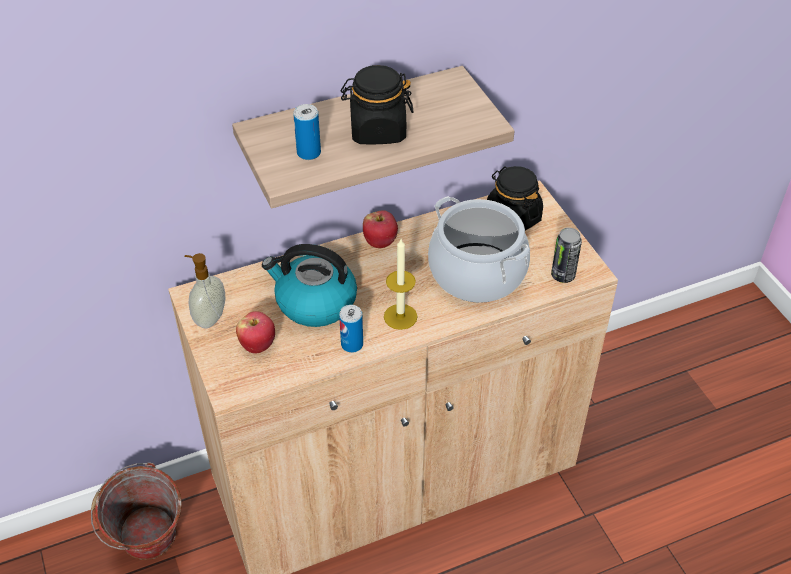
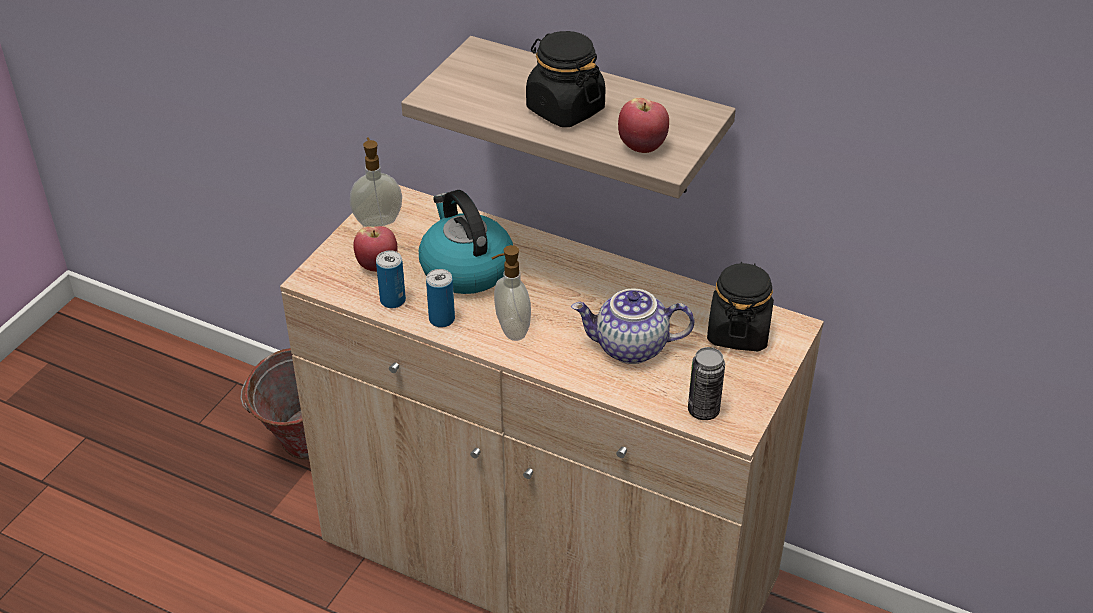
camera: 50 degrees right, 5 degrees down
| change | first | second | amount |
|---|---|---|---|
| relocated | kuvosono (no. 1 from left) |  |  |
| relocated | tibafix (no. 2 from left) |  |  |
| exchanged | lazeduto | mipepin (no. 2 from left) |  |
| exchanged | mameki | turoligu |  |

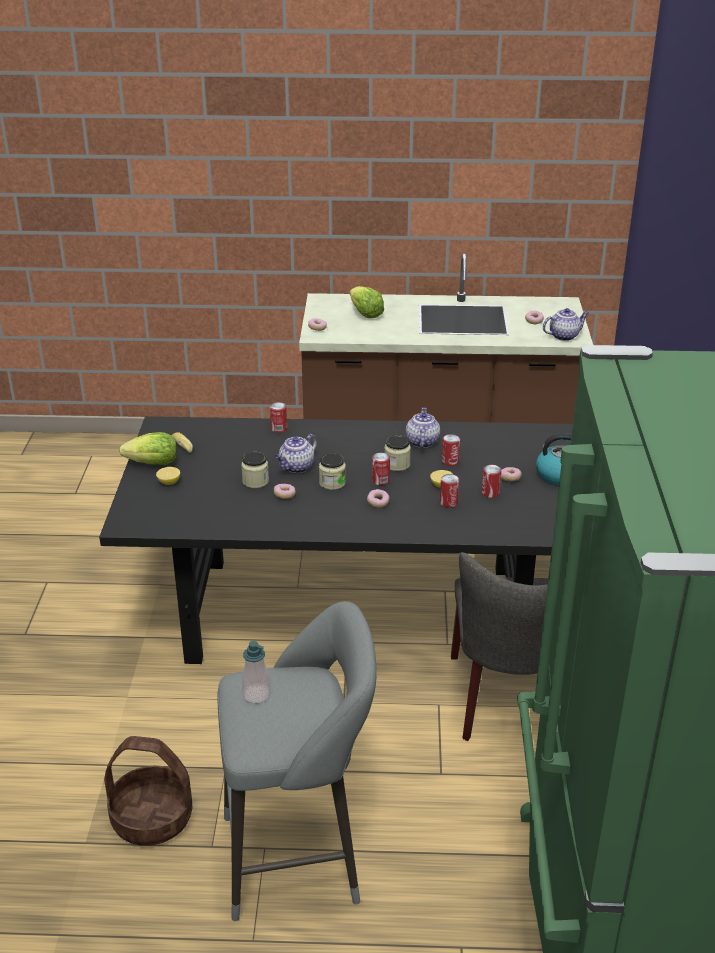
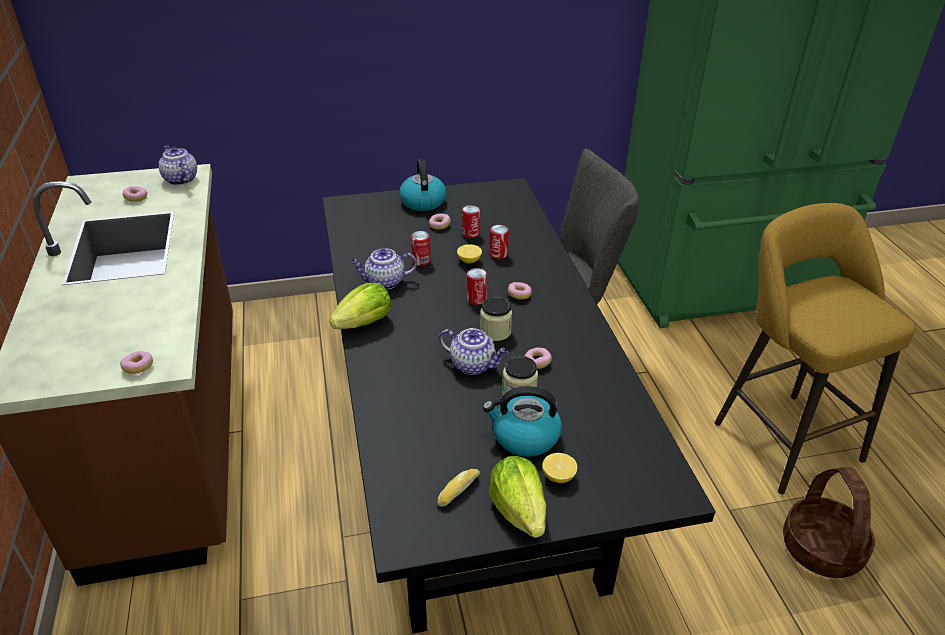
camera: 105 degrees left, 5 degrees up
| change | first | second | amount |
|---|---|---|---|
| missing | mipepin |  |  |
| missing | kuvosono (no. 1 from left) |  |  |
| missing | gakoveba (no. 3 from left) |  |  |
| appeared |  | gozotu (no. 2 from left) |  |
| relocated | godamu (no. 2 from left in the first image) | godamu (no. 1 from left) |  |
| colour | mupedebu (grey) | mupedebu (yellow) |  |

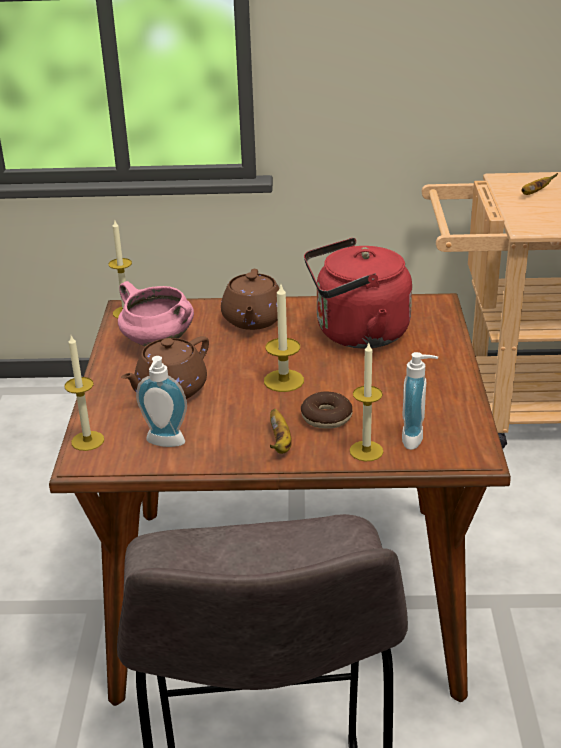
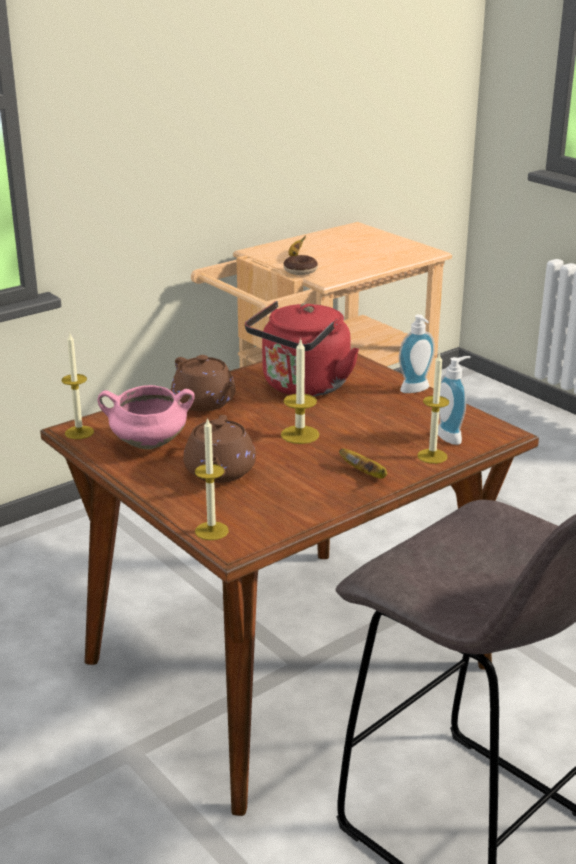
camera: 40 degrees left, 5 degrees down
| change | first | second | amount |
|---|---|---|---|
| relocated | mipepin (no. 1 from left) |  |  |
| relocated | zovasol |  |  |

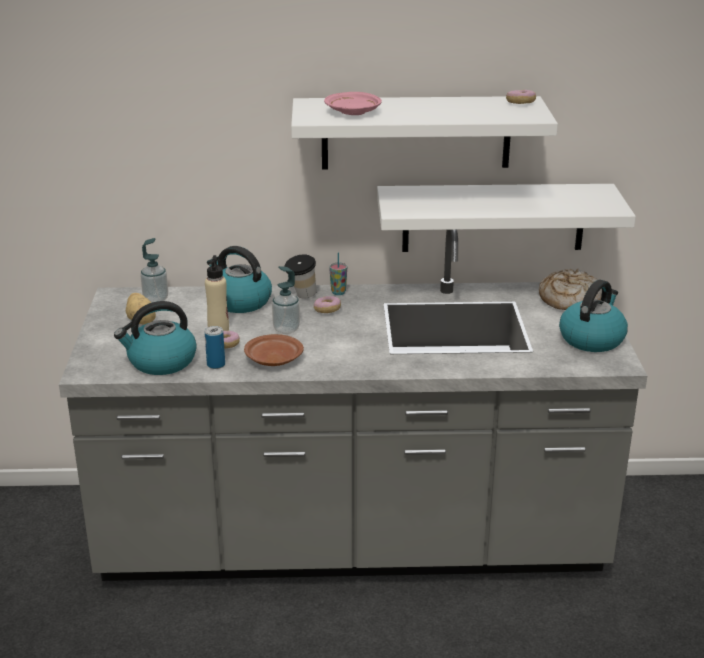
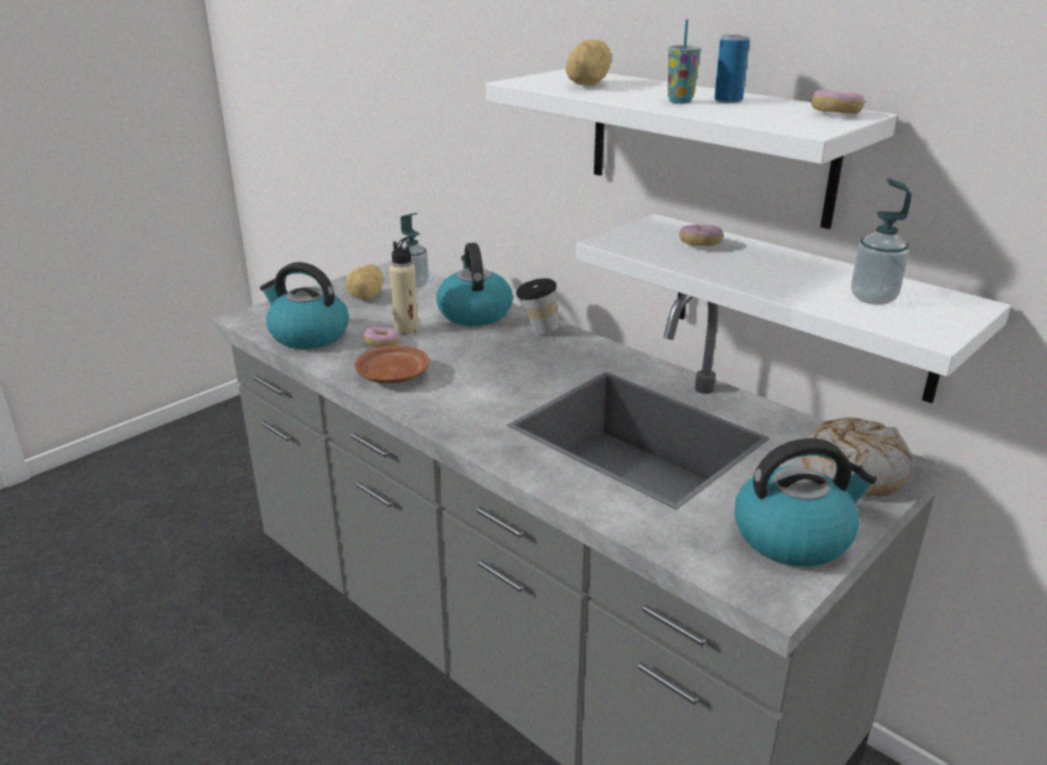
camera: 45 degrees right, 0 degrees up
| change | first | second | amount |
|---|---|---|---|
| relocated | kuvosono |  |  |
| relocated | mipepin (no. 2 from left) |  |  |
| relocated | zovasol (no. 2 from left) |  |  |
| relocated | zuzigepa (no. 2 from left) |  |  |
| exchanged | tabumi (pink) | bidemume (no. 2 from left) |  |

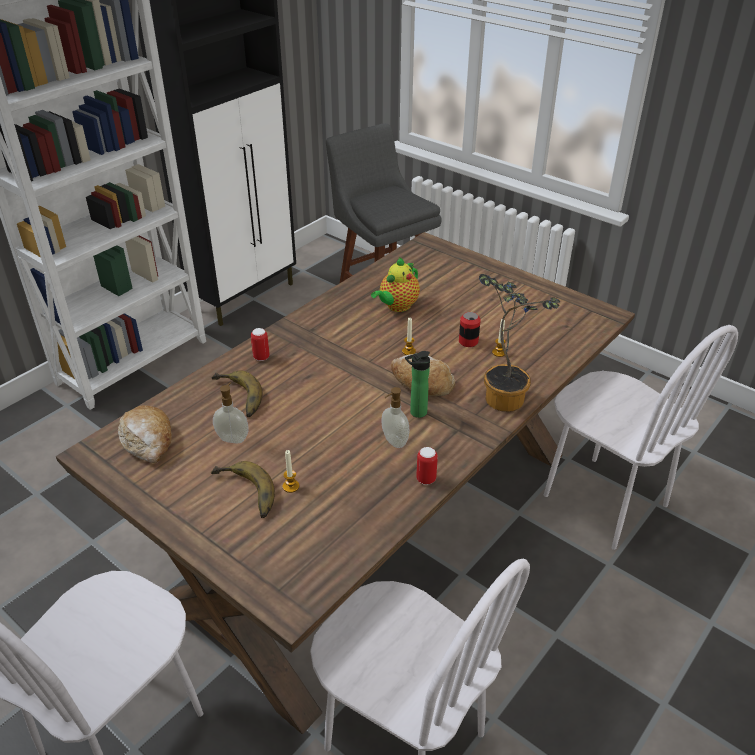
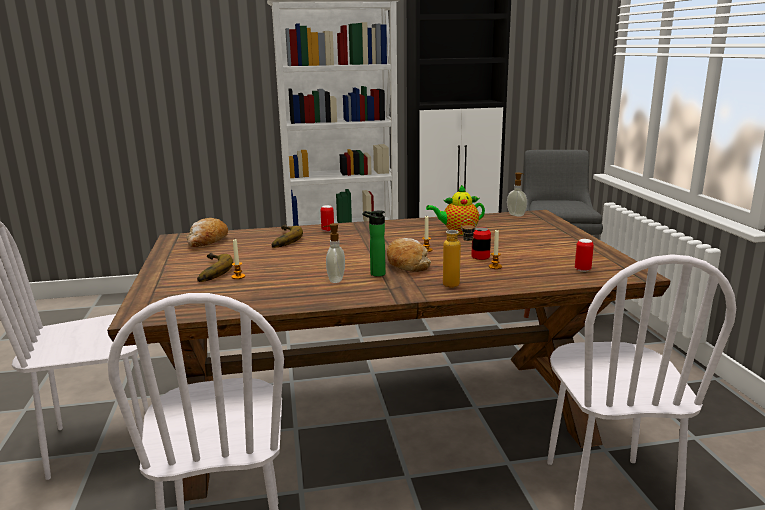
camera: 40 degrees right, 20 degrees down
| change | first | second | amount |
|---|---|---|---|
| relocated | mipepin (no. 1 from left in the first image) | mipepin (no. 2 from left) |  |
| relocated | kuvosono (no. 2 from left in the first image) | kuvosono (no. 3 from left) |  |
| exchanged | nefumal | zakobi (no. 2 from left) |  |

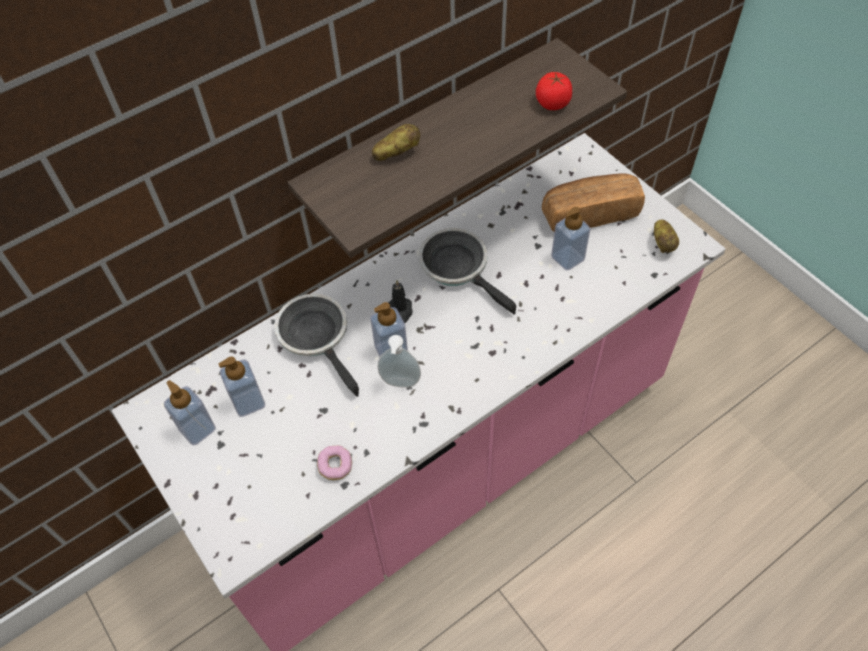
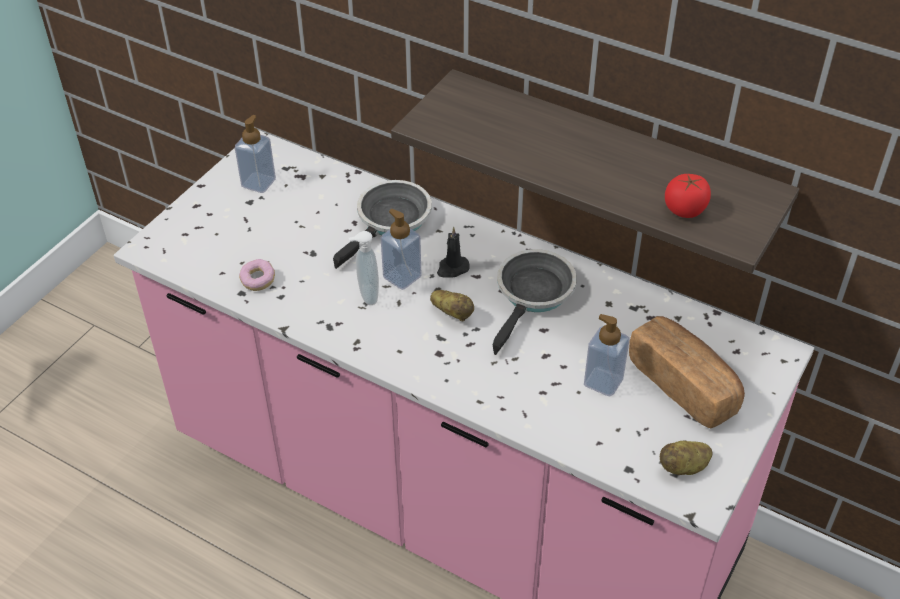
camera: 65 degrees right, 10 degrees down
| change | first | second | amount |
|---|---|---|---|
| missing | mipepin (no. 2 from left) |  |  |
| relocated | bidemume (no. 1 from left) |  |  |

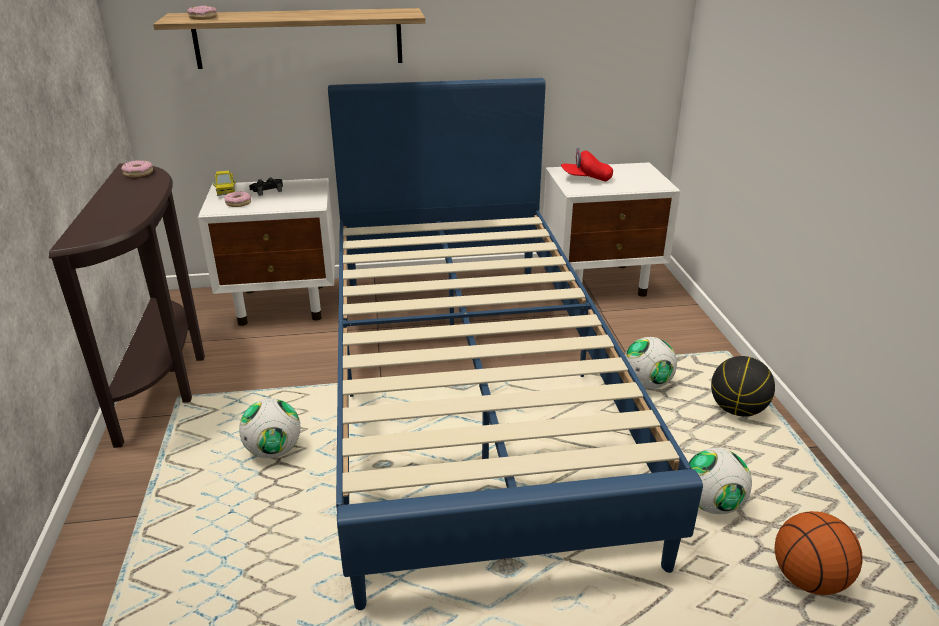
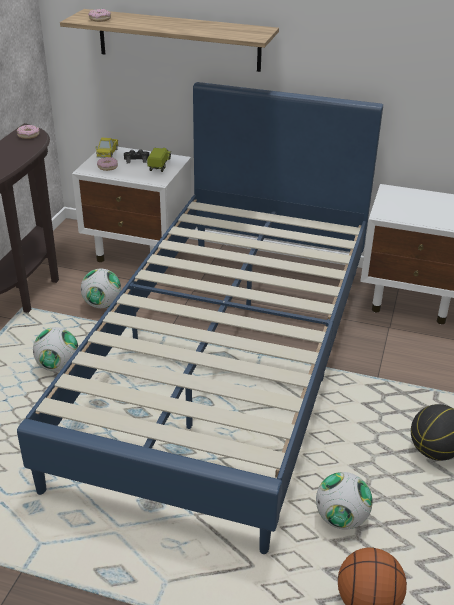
camera: 25 degrees right, 5 degrees up
| change | first | second | amount |
|---|---|---|---|
| missing | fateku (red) |  |  |
| appeared |  | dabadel (no. 2 from left) |  |
| relocated | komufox (no. 2 from left) |  |  |

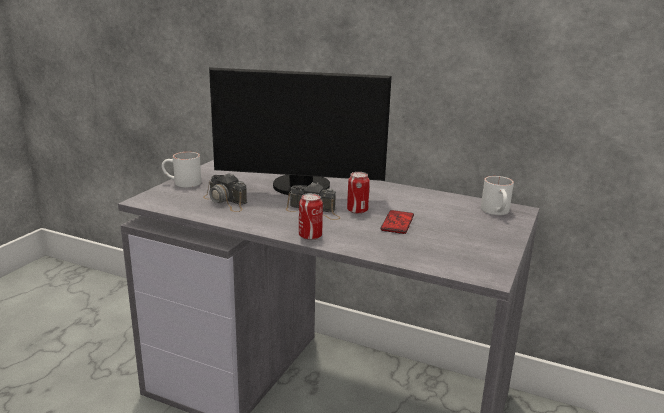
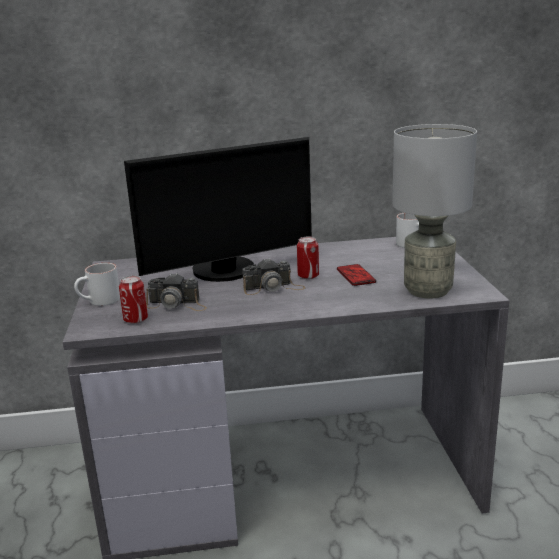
camera: 30 degrees left, 0 degrees up
| change | first | second | amount |
|---|---|---|---|
| appeared |  | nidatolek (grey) |  |
| relocated | kuvosono (no. 1 from left) |  |  |

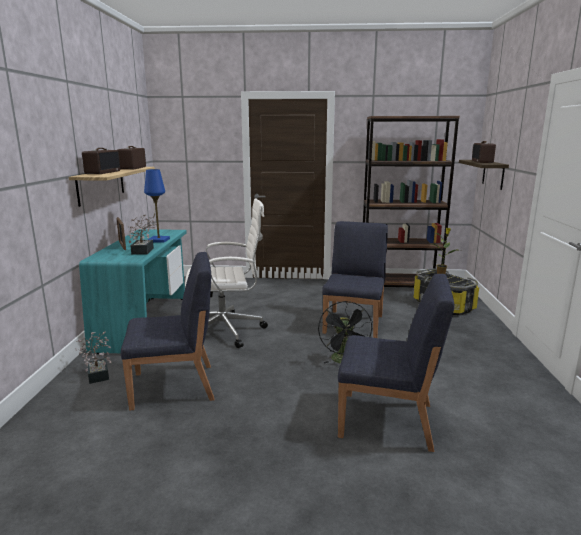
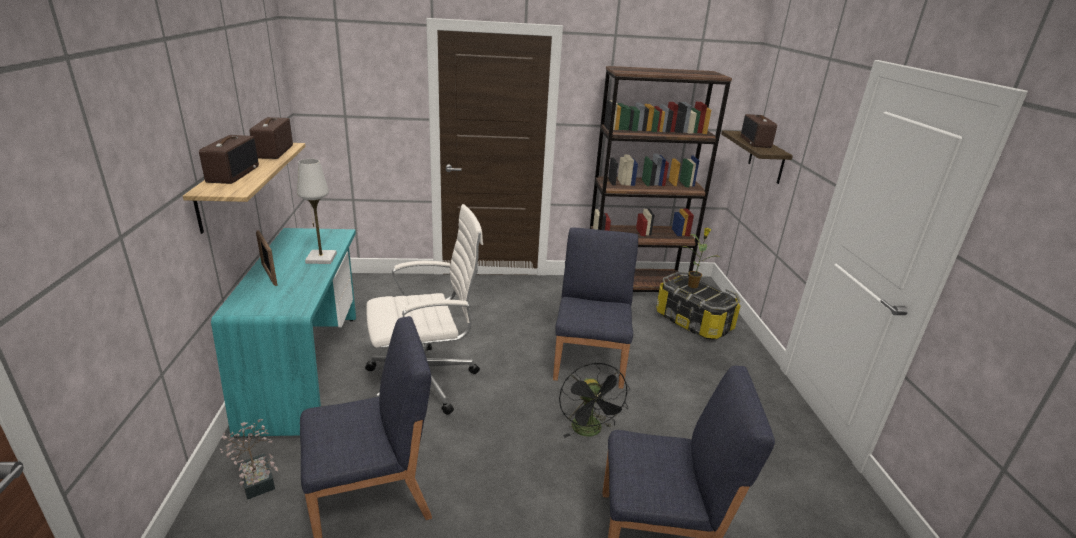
camera: 10 degrees left, 10 degrees up
| change | first | second | amount |
|---|---|---|---|
| missing | nefumal (no. 2 from left) |  |  |
| colour | nidatolek (blue) | nidatolek (white) |  |

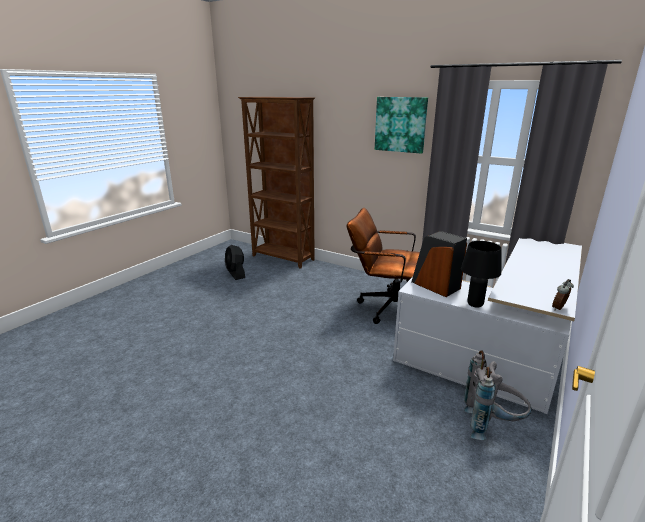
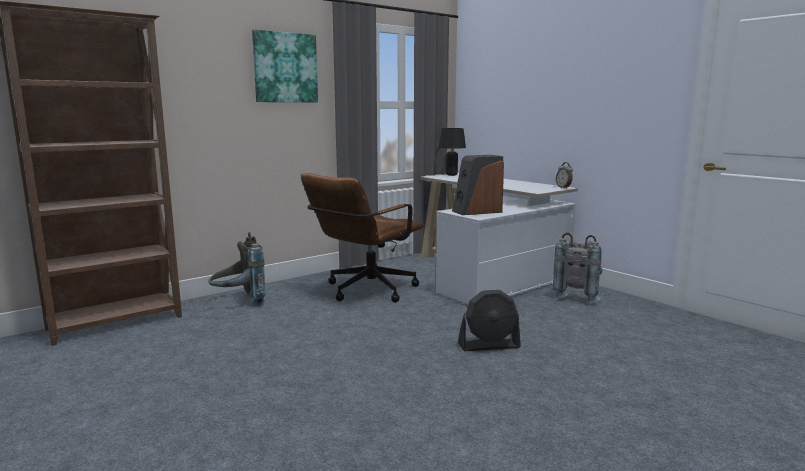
camera: 70 degrees left, 10 degrees down
| change | first | second | amount |
|---|---|---|---|
| appeared |  | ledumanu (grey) (no. 1 from left) |  |
| relocated | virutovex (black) |  |  |
| relocated | nidatolek (black) |  |  |

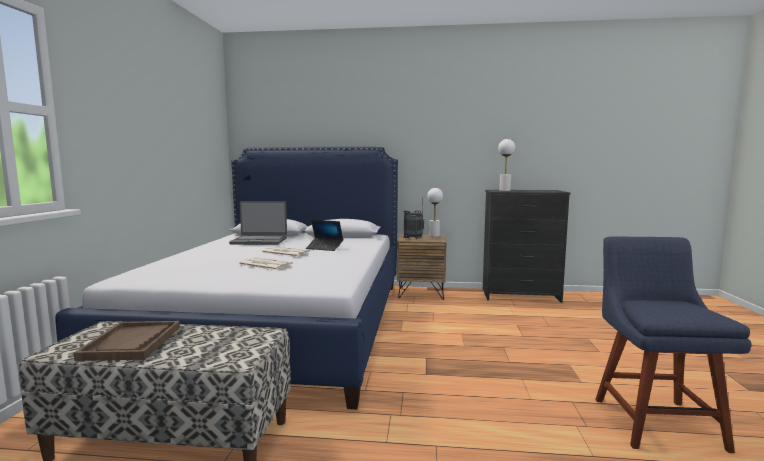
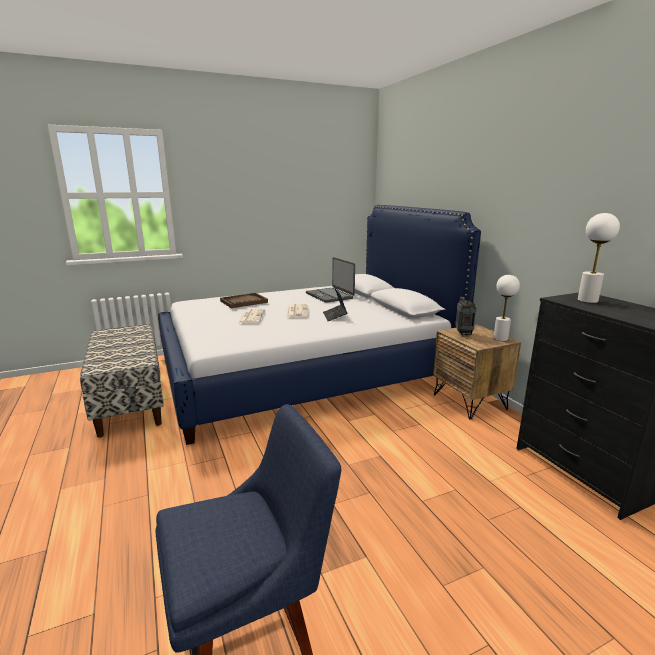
camera: 60 degrees right, 10 degrees up
| change | first | second | amount |
|---|---|---|---|
| relocated | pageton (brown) |  |  |

